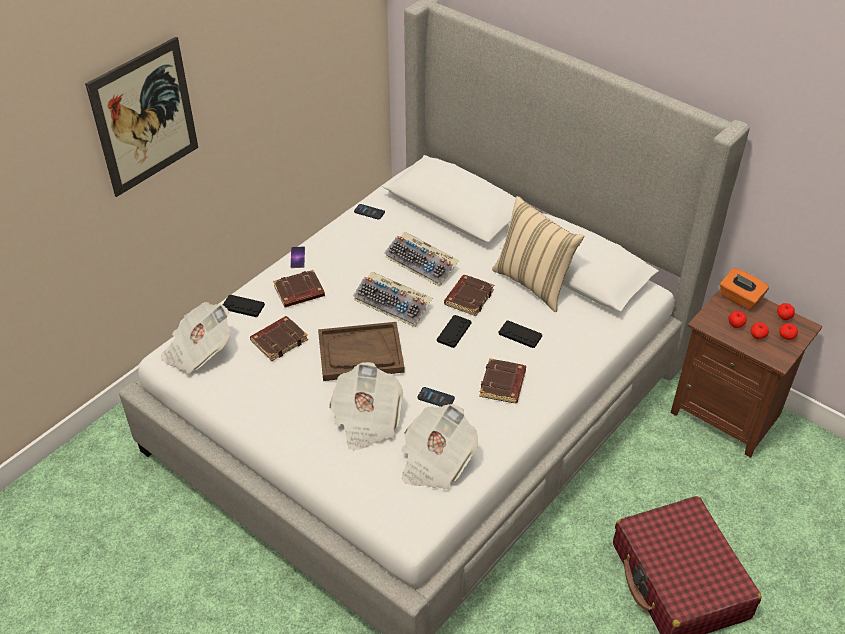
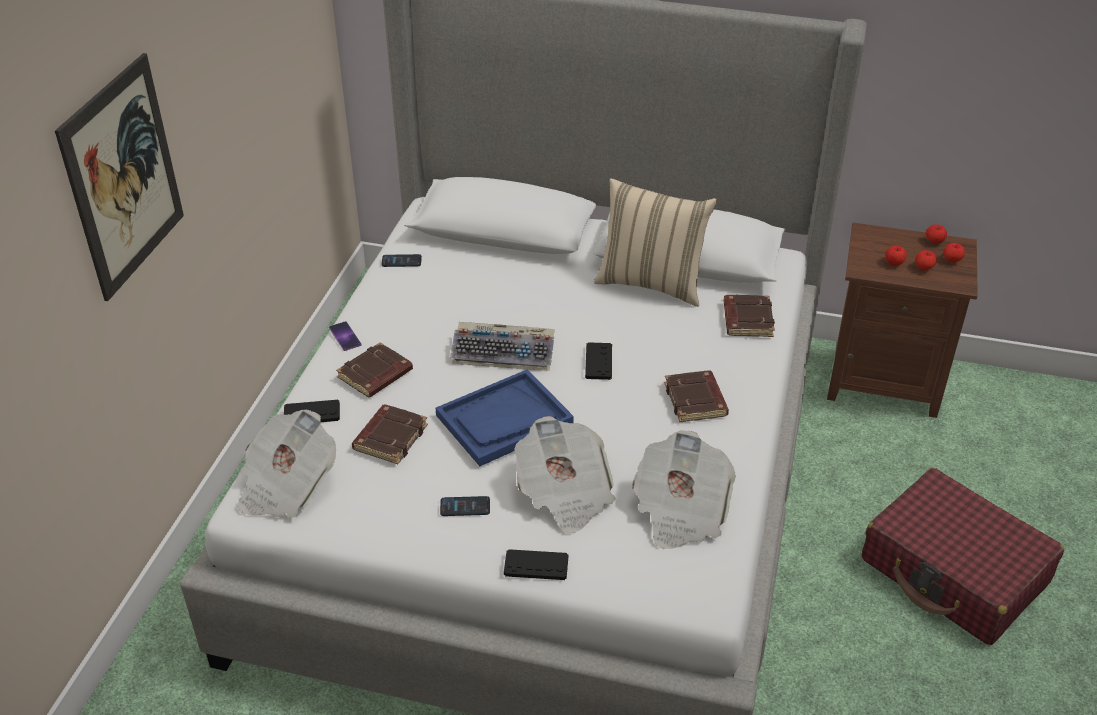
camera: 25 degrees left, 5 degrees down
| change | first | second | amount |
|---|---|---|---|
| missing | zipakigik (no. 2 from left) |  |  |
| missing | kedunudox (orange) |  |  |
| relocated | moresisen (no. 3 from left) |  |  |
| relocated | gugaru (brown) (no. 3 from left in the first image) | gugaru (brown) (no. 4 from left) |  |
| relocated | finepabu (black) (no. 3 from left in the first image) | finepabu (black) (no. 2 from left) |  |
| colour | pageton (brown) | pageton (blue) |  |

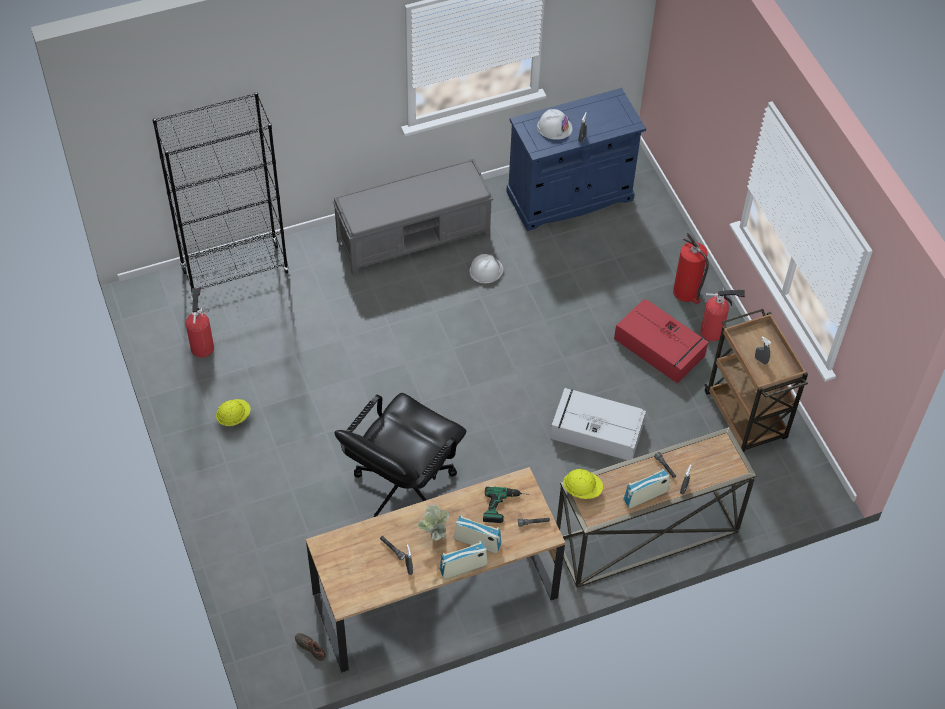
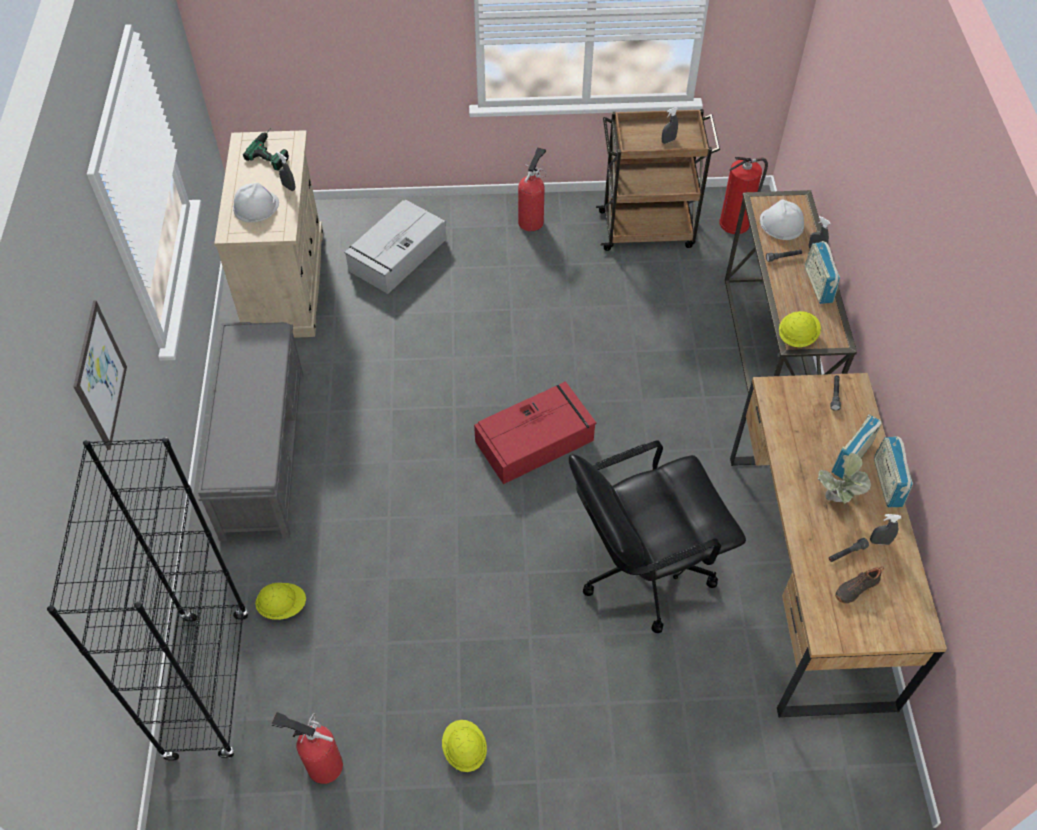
camera: 70 degrees left, 0 degrees up
| change | first | second | amount |
|---|---|---|---|
| appeared |  | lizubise |  |
| appeared |  | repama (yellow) (no. 1 from left) |  |
| relocated | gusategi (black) |  |  |
| relocated | repama (white) (no. 1 from left in the first image) | repama (white) (no. 2 from left) |  |
| relocated | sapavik |  |  |
| relocated | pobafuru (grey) |  |  |
| relocated | pobafuru (red) |  |  |
| relocated | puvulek (no. 2 from left in the first image) | puvulek (no. 3 from left) |  |
| colour | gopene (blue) | gopene (beige) |  |
| spun | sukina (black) |  | 105 degrees clockwise |

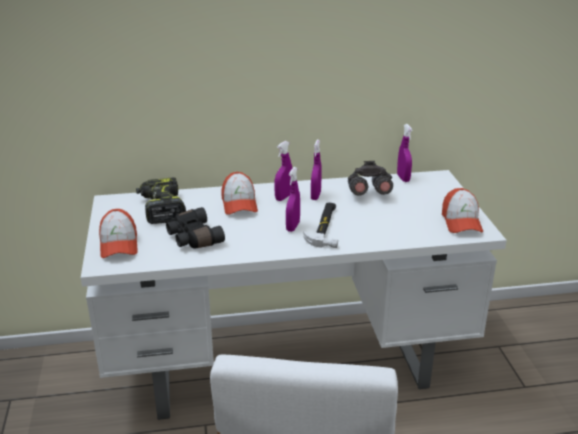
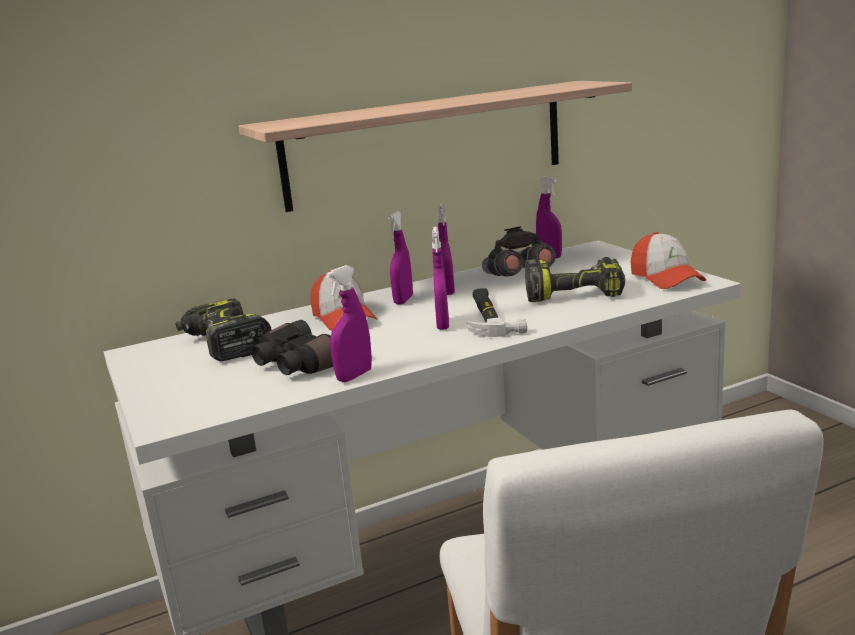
camera: 15 degrees left, 10 degrees down
| change | first | second | amount |
|---|---|---|---|
| missing | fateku (no. 1 from left) |  |  |
| appeared |  | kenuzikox |  |
| appeared |  | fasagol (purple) (no. 1 from left) |  |
| appeared |  | sapavik (no. 2 from left) |  |

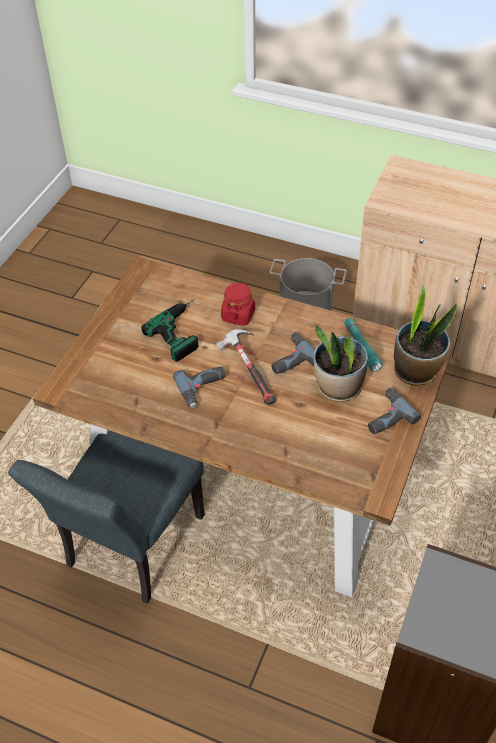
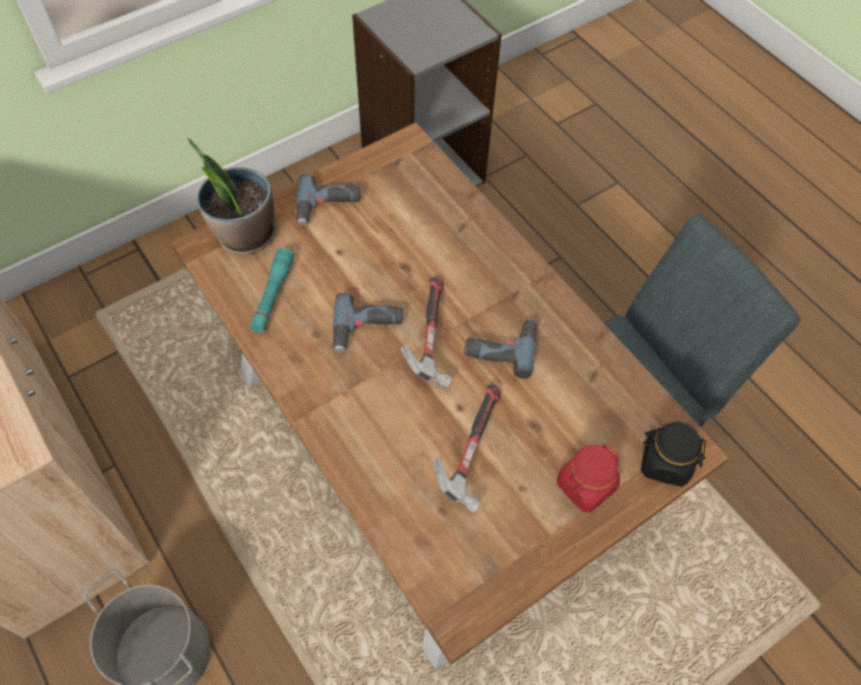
camera: 150 degrees left, 10 degrees up
| change | first | second | amount |
|---|---|---|---|
| missing | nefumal (no. 1 from left) |  |  |
| appeared |  | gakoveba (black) |  |
| relocated | gakoveba (red) |  |  |
| exchanged | sapavik (no. 1 from left) | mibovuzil (no. 2 from left) |  |

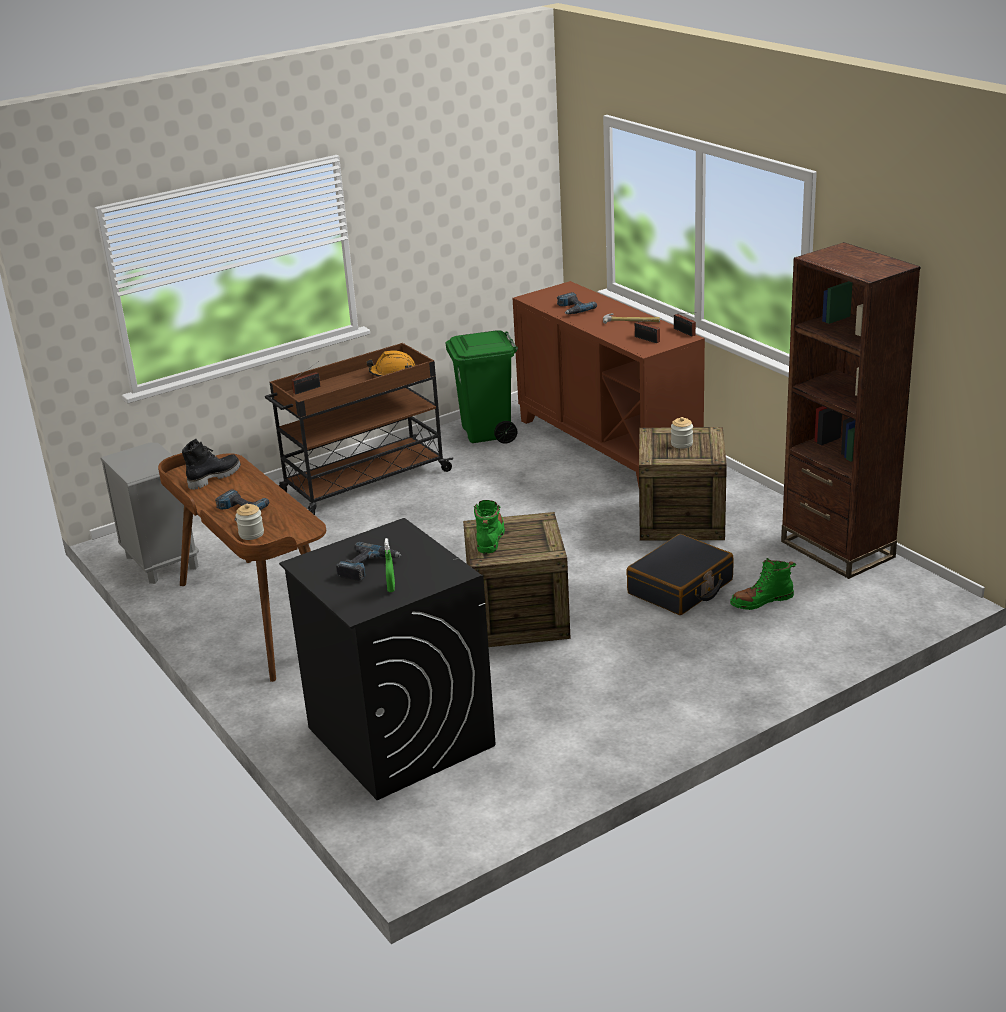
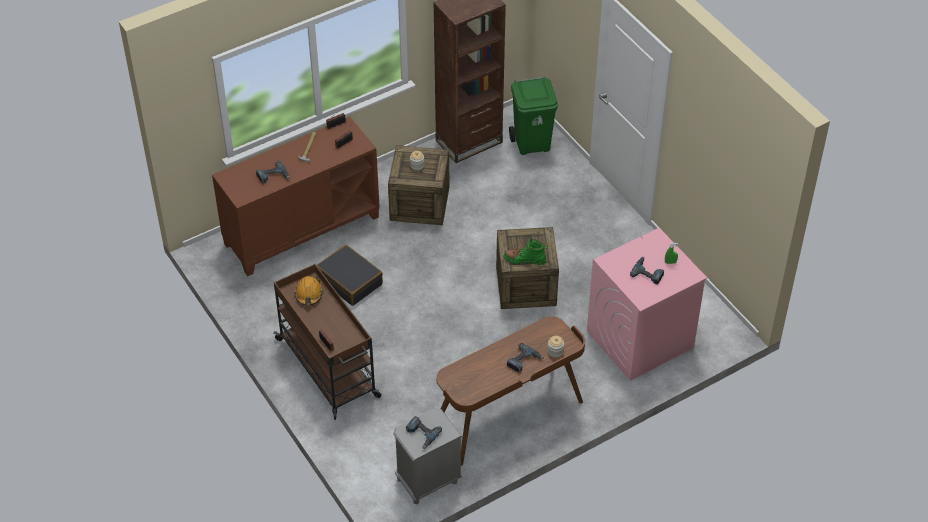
camera: 90 degrees left, 20 degrees up
| change | first | second | amount |
|---|---|---|---|
| missing | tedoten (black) |  |  |
| missing | tedoten (green) (no. 2 from left) |  |  |
| appeared |  | sapavik (no. 2 from left) |  |
| relocated | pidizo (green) |  |  |
| relocated | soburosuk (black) |  |  |
| colour | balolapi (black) | balolapi (pink) |  |

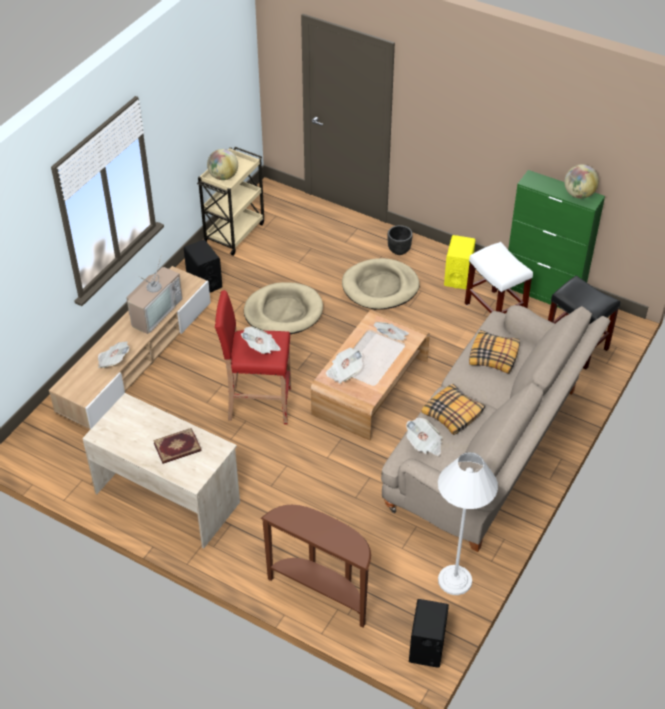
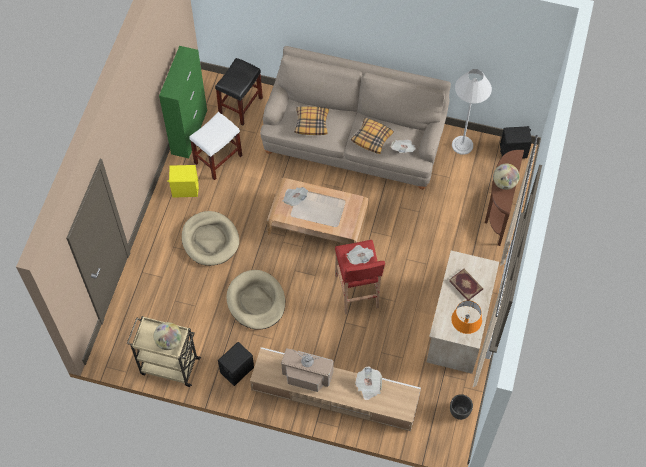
camera: 105 degrees left, 15 degrees up
| change | first | second | amount |
|---|---|---|---|
| missing | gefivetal (no. 3 from left) |  |  |
| appeared |  | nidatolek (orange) |  |
| relocated | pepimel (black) |  |  |
| relocated | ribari (no. 2 from left) |  |  |

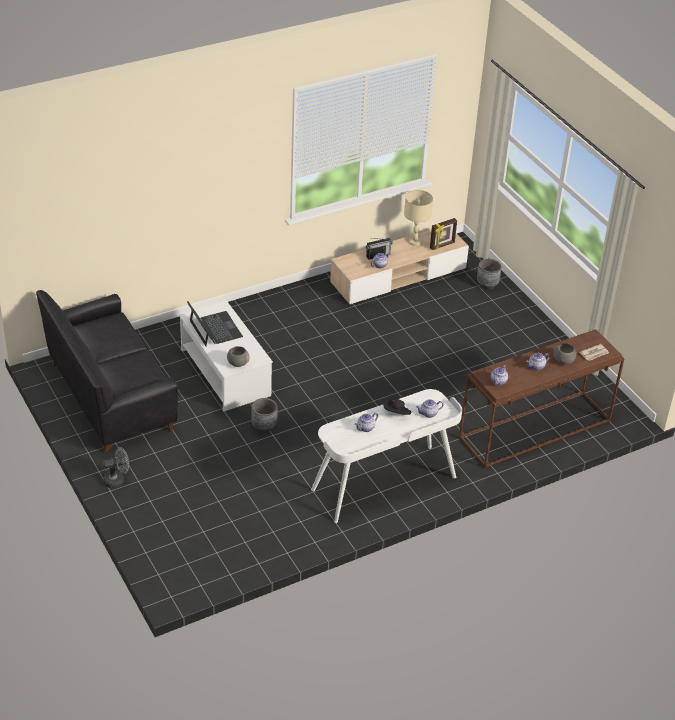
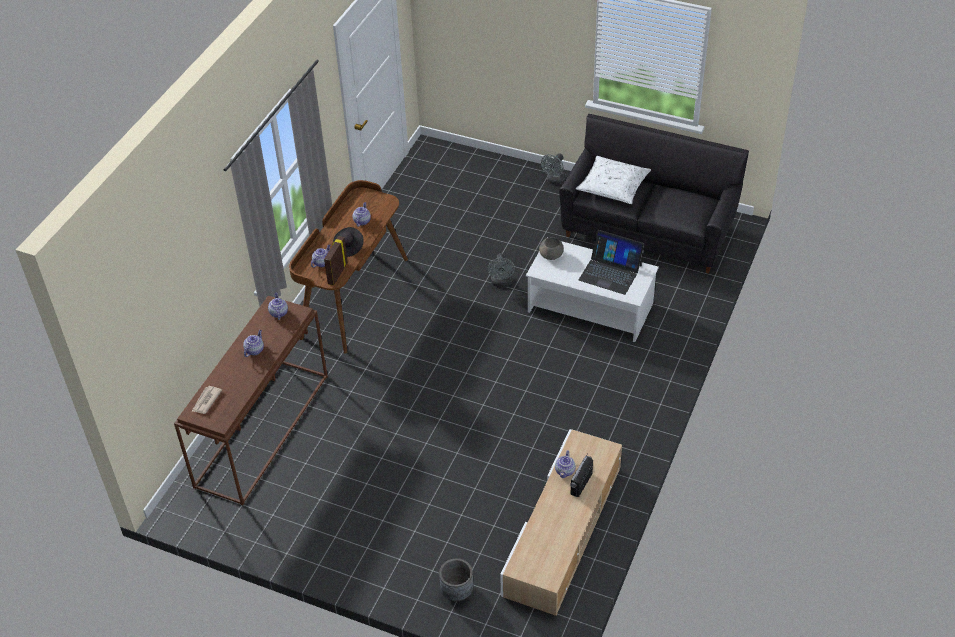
camera: 145 degrees right, 5 degrees up
| change | first | second | amount |
|---|---|---|---|
| missing | nidatolek (beige) |  |  |
| missing | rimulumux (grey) (no. 2 from left) |  |  |
| appeared |  | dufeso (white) |  |
| relocated | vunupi |  |  |
| exchanged | pepimel (grey) (no. 1 from left) | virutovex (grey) (no. 1 from left) |  |
| colour | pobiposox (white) | pobiposox (brown) |  |

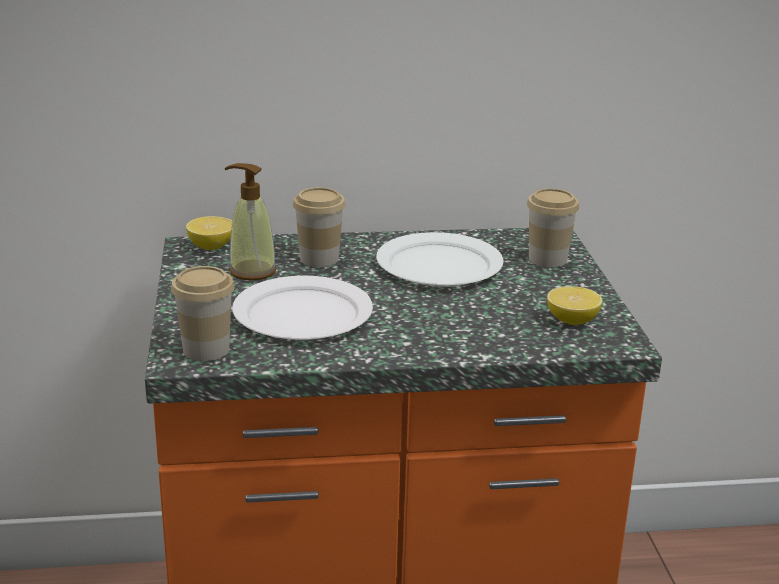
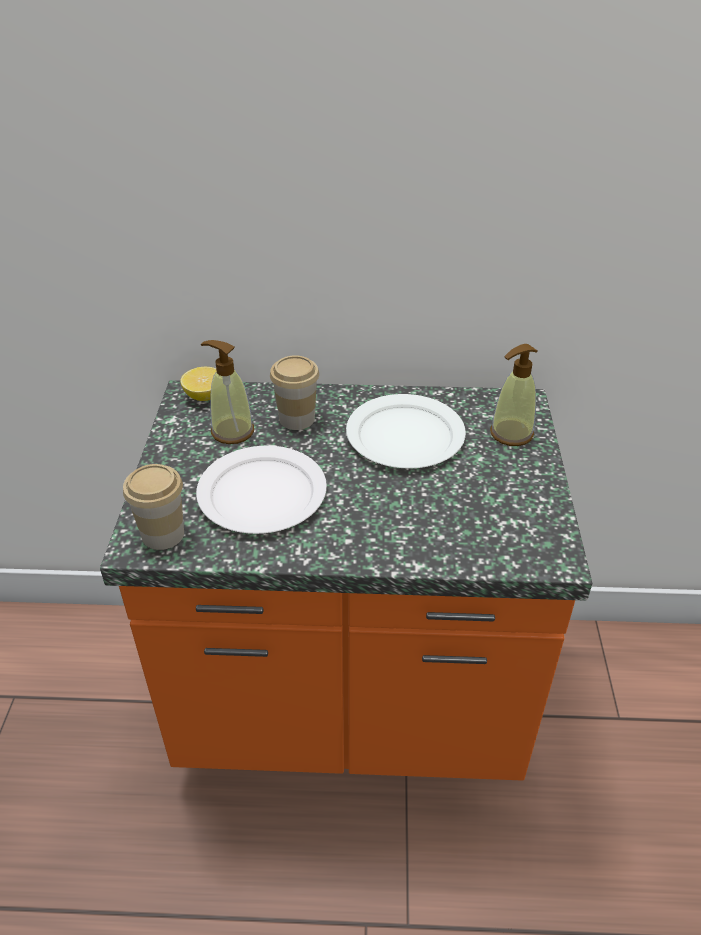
camera: 10 degrees right, 15 degrees up
| change | first | second | amount |
|---|---|---|---|
| missing | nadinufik (no. 2 from left) |  |  |
| exchanged | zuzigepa (no. 3 from left) | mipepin (no. 2 from left) |  |

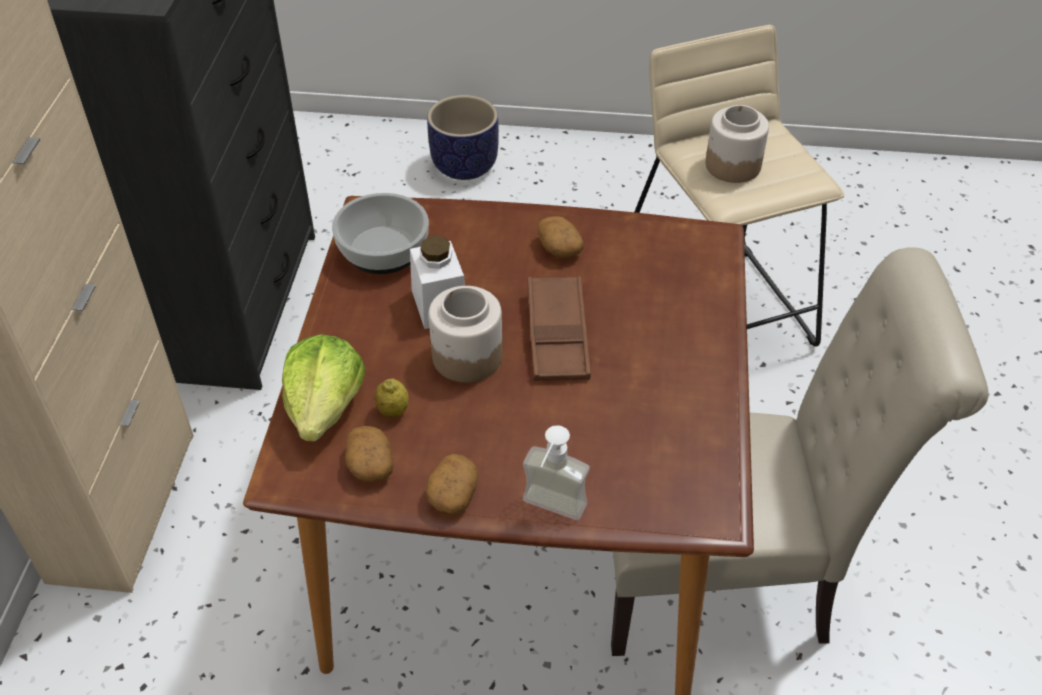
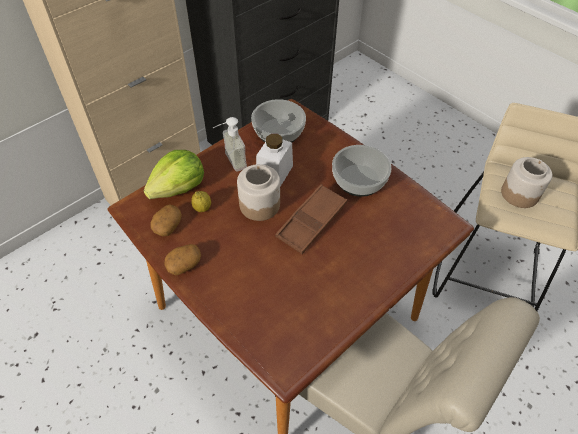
camera: 40 degrees right, 5 degrees up
| change | first | second | amount |
|---|---|---|---|
| missing | pepimel |  |  |
| relocated | mipepin |  |  |
| exchanged | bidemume (no. 3 from left) | rimulumux (no. 2 from left) |  |

